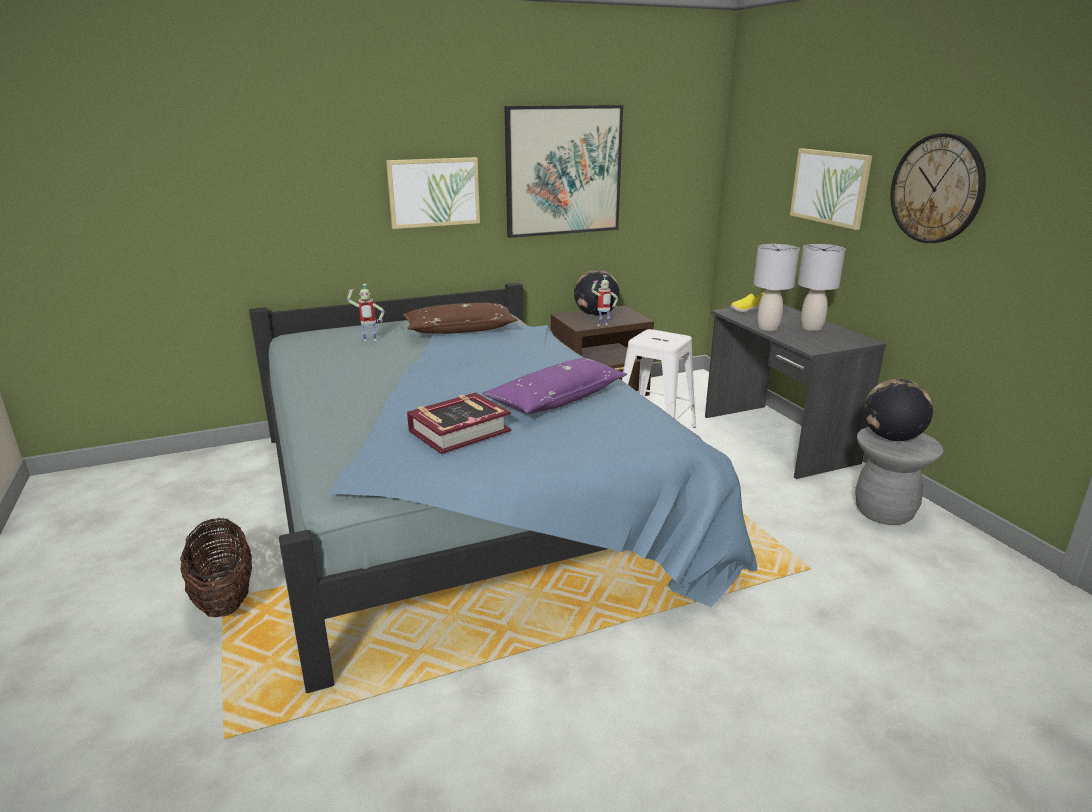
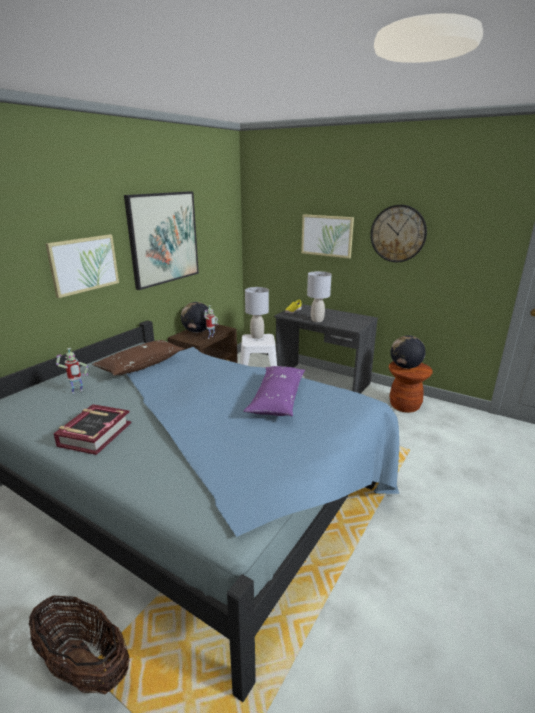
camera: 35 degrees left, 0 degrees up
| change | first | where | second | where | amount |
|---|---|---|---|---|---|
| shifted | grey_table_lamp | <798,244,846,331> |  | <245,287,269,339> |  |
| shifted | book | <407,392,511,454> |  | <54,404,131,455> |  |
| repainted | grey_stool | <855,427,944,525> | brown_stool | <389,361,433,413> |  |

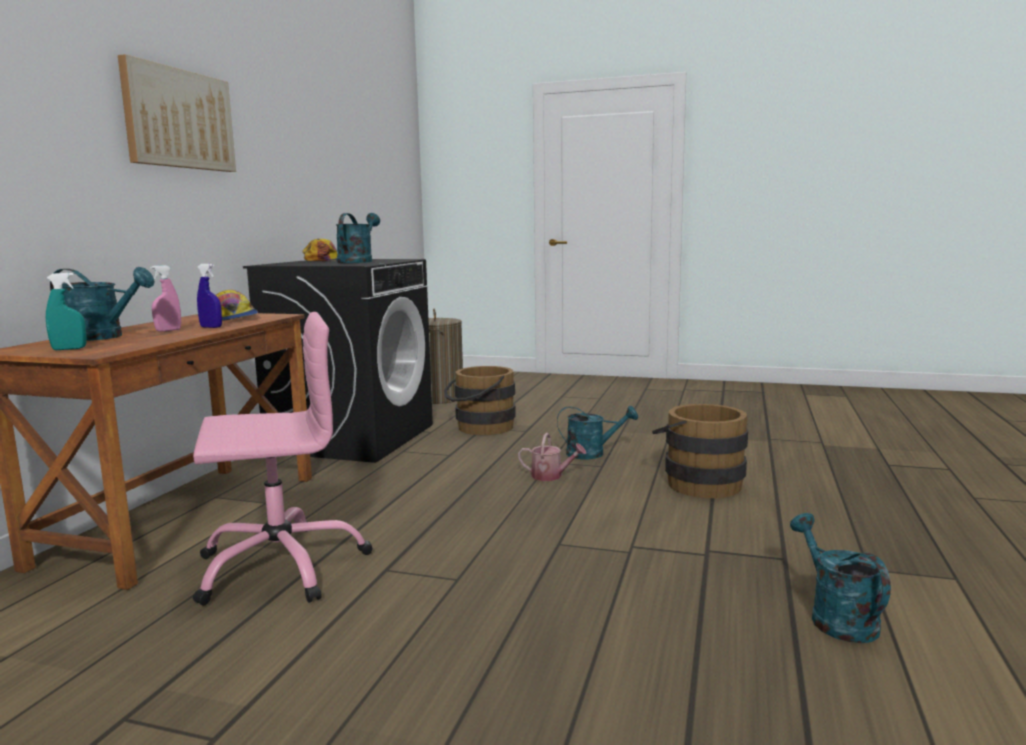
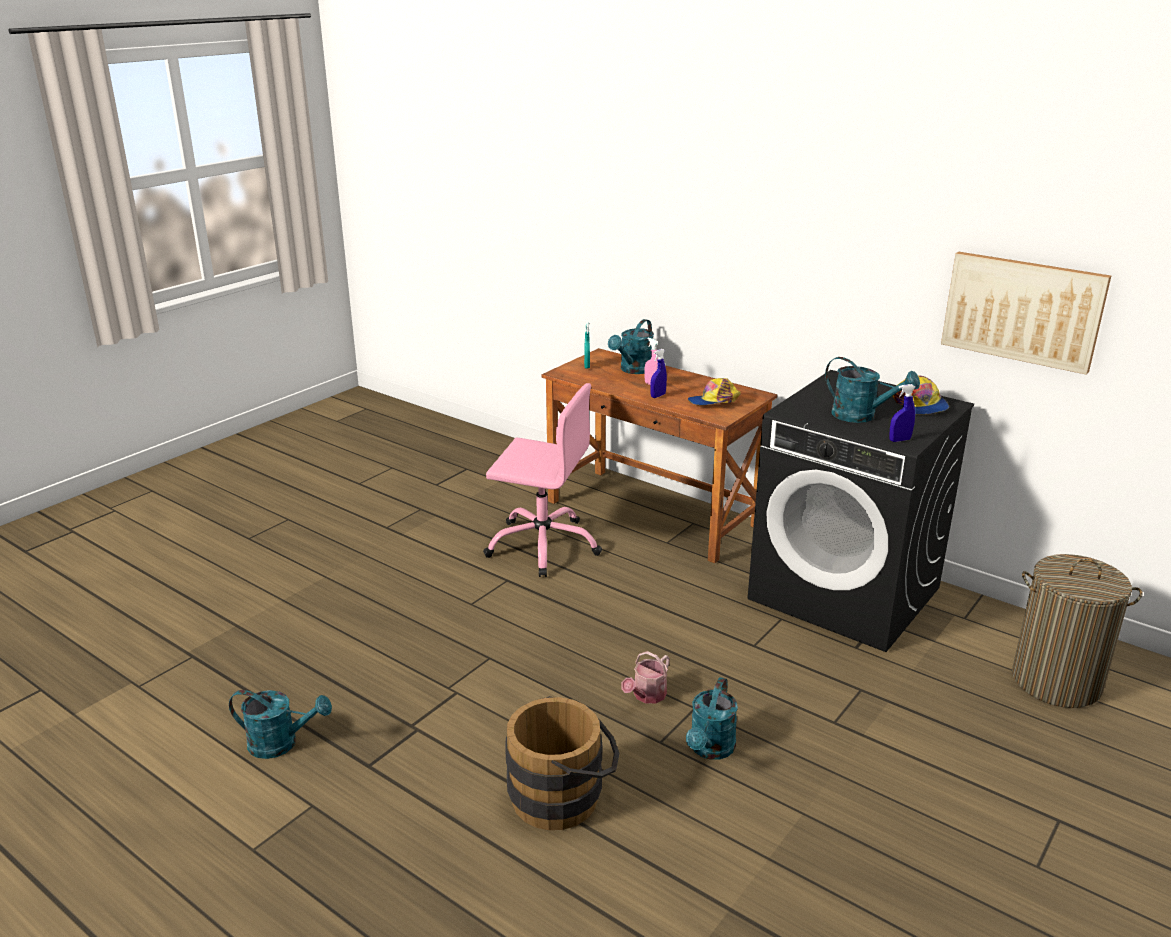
camera: 110 degrees right, 15 degrees up
| change | first | where | second | where | amount |
|---|---|---|---|---|---|
| shifted | picture | <118,54,236,172> |  | <941,252,1111,375> |  |
| rotated | pink_office_chair | <193,312,373,606> |  | <483,383,602,577> | 75 degrees counterclockwise |
| gone | brown_bucket | <444,366,516,435> |  |  |  |
| new |  |  | blue_spray_bottle | <889,384,916,442> |  |

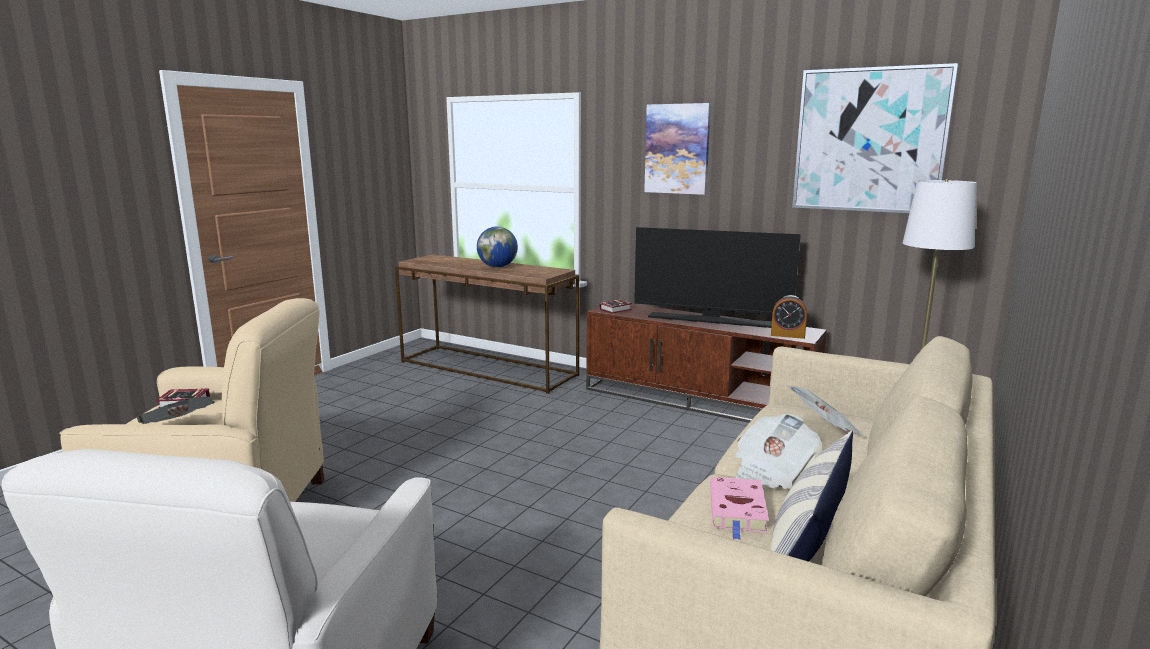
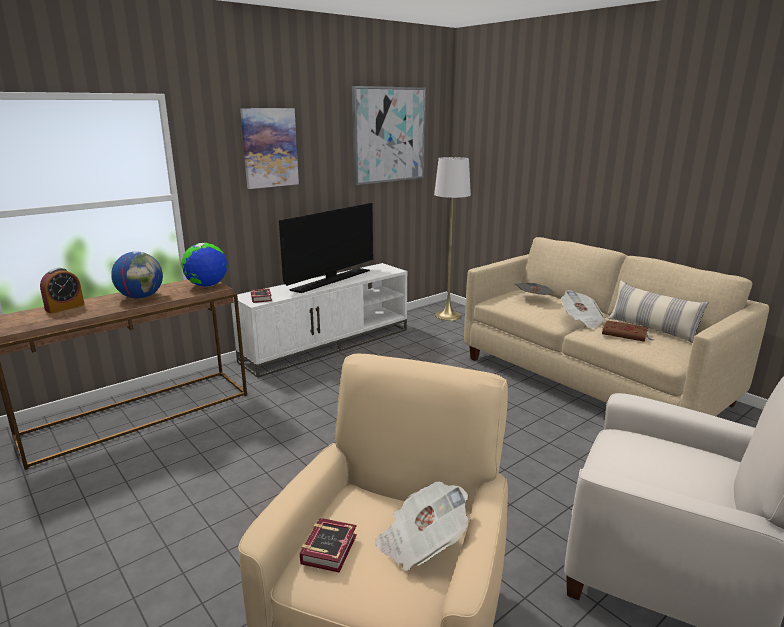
camera: 70 degrees left, 5 degrees up
| change | first | where | second | where | amount |
|---|---|---|---|---|---|
| shifted | alarm_clock | <771,295,807,339> |  | <40,268,85,314> |  |
| repainted | brown_tv_stand | <586,304,827,423> | white_tv_stand | <231,263,407,378> |  |
| repainted | pink_book | <710,477,769,540> | brown_book | <602,320,654,342> |  |
| new |  |  | globe | <181,243,228,287> |  |

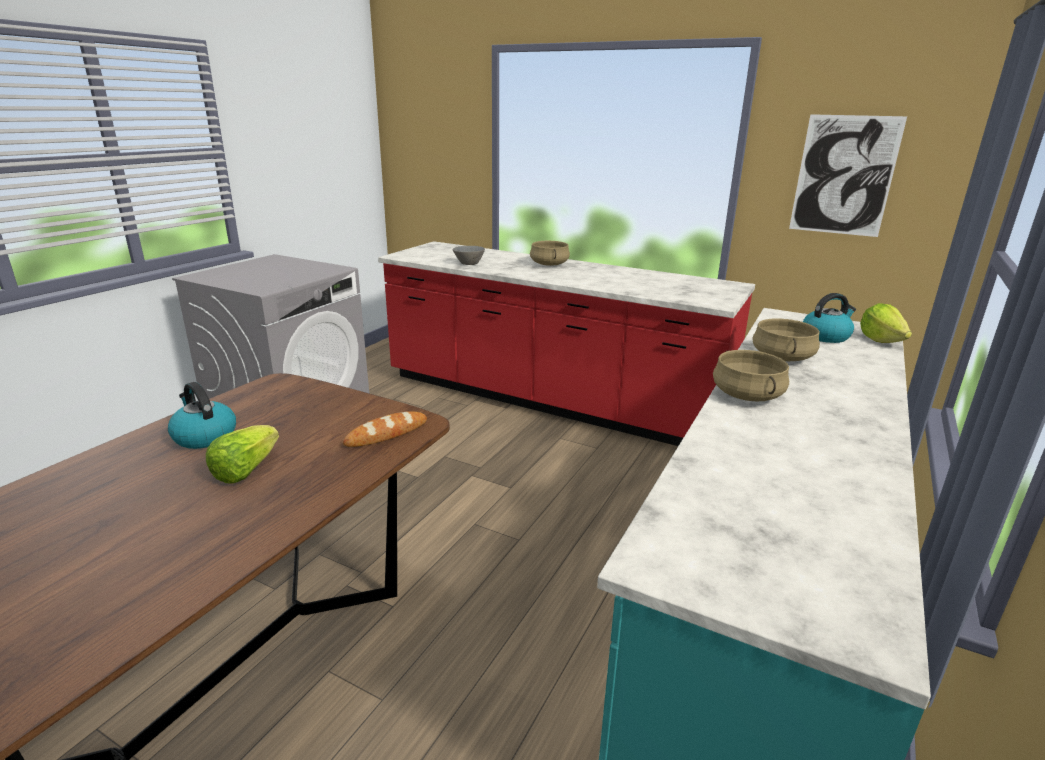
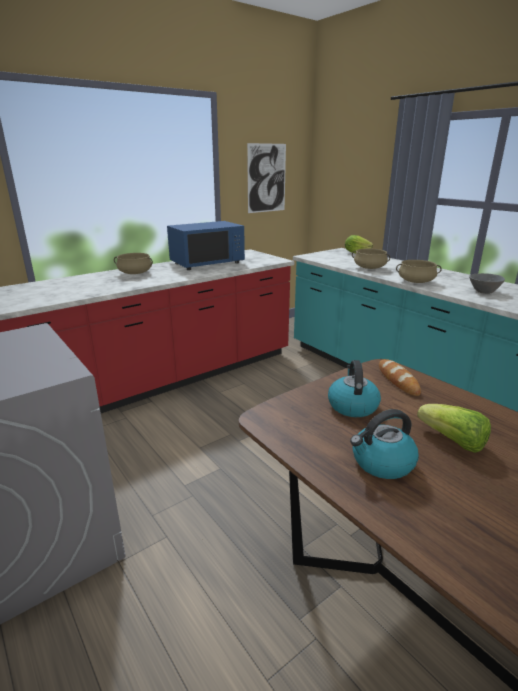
camera: 65 degrees left, 0 degrees up
| change | first | where | second | where | amount |
|---|---|---|---|---|---|
| shifted | grey_bowl | <452,246,485,265> |  | <469,273,505,294> |  |
| shifted | kettle | <803,293,856,343> |  | <328,360,381,417> |  |
| new |  |  | blue_microwave | <167,221,245,270> |  |

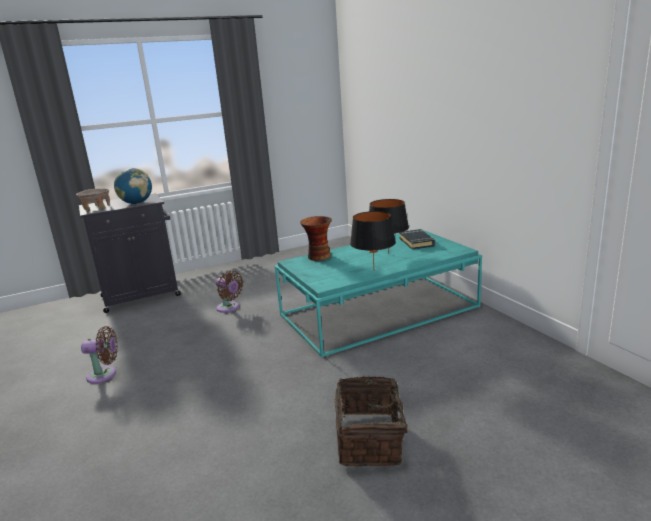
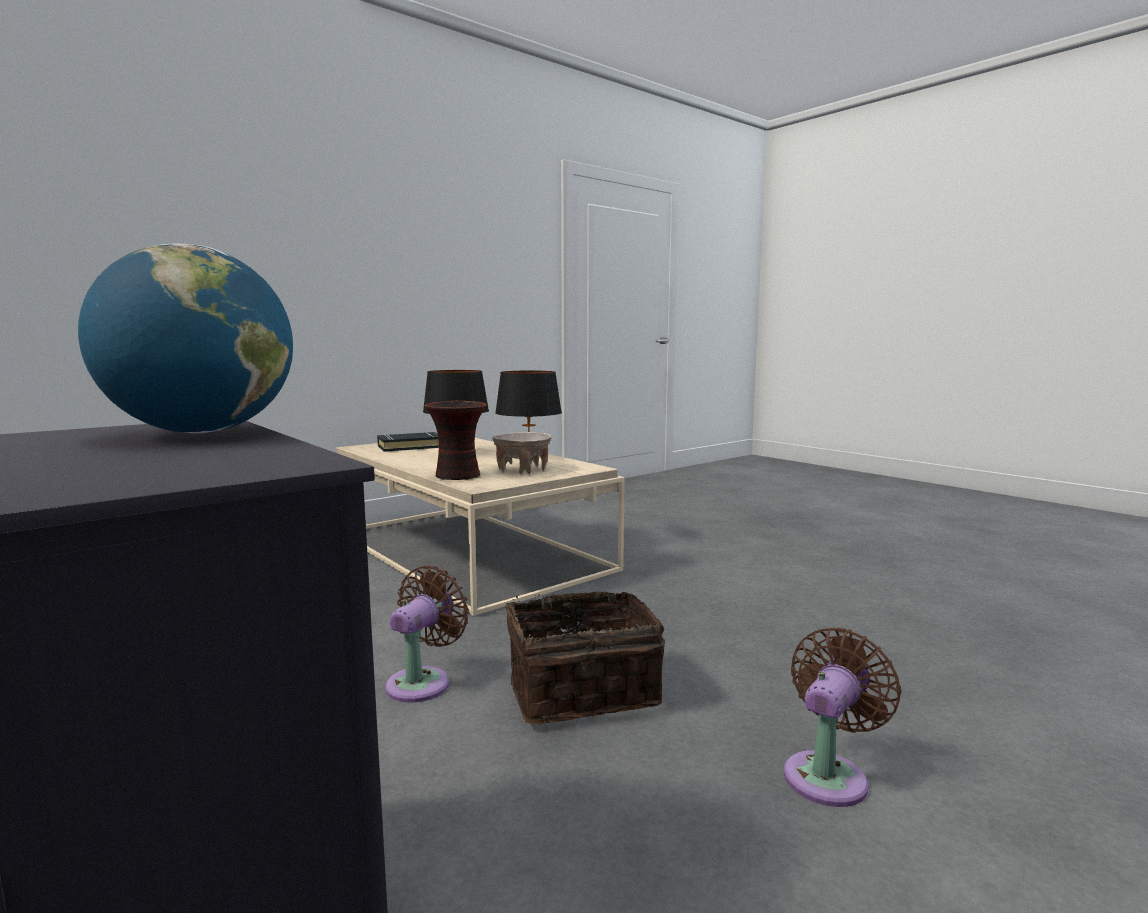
camera: 105 degrees left, 10 degrees down
| change | first | where | second | where | amount |
|---|---|---|---|---|---|
| shifted | beige_bowl | <76,188,110,211> |  | <492,432,552,474> |  |
| repainted | turquoise_coffee_table | <275,229,482,357> | beige_coffee_table | <336,438,625,617> |  |
| rotated | brown_fan | <81,326,118,384> |  | <784,627,901,807> | 60 degrees clockwise |
| shifted | basket | <335,375,413,466> |  | <505,591,665,724> |  |

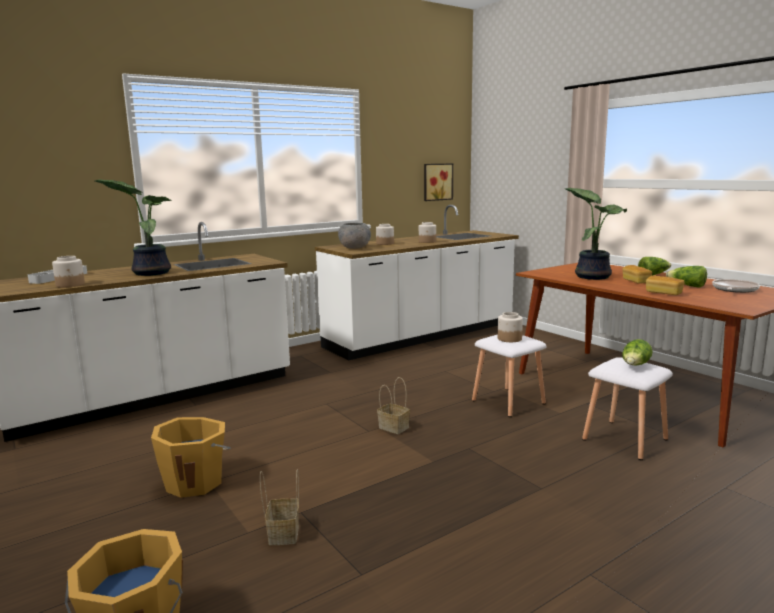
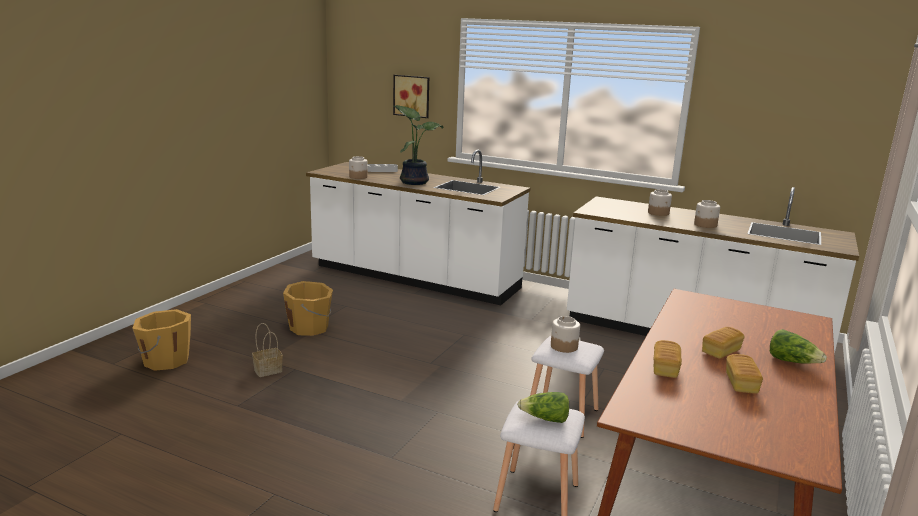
camera: 60 degrees right, 5 degrees up
| change | first | where | second | where | amount |
|---|---|---|---|---|---|
| shifted | picture | <424,163,453,201> |  | <393,75,429,118> |  |
| gone | potted_plant | <565,188,627,280> |  |  |  |
| gone | grey_bowl | <338,223,371,249> |  |  |  |
| swapped | lettuce | <666,266,707,288> | bread | <726,354,763,394> |  |
| gone | frying_pan | <712,279,760,293> |  |  |  |
| gone | basket | <377,377,410,434> |  |  |  |

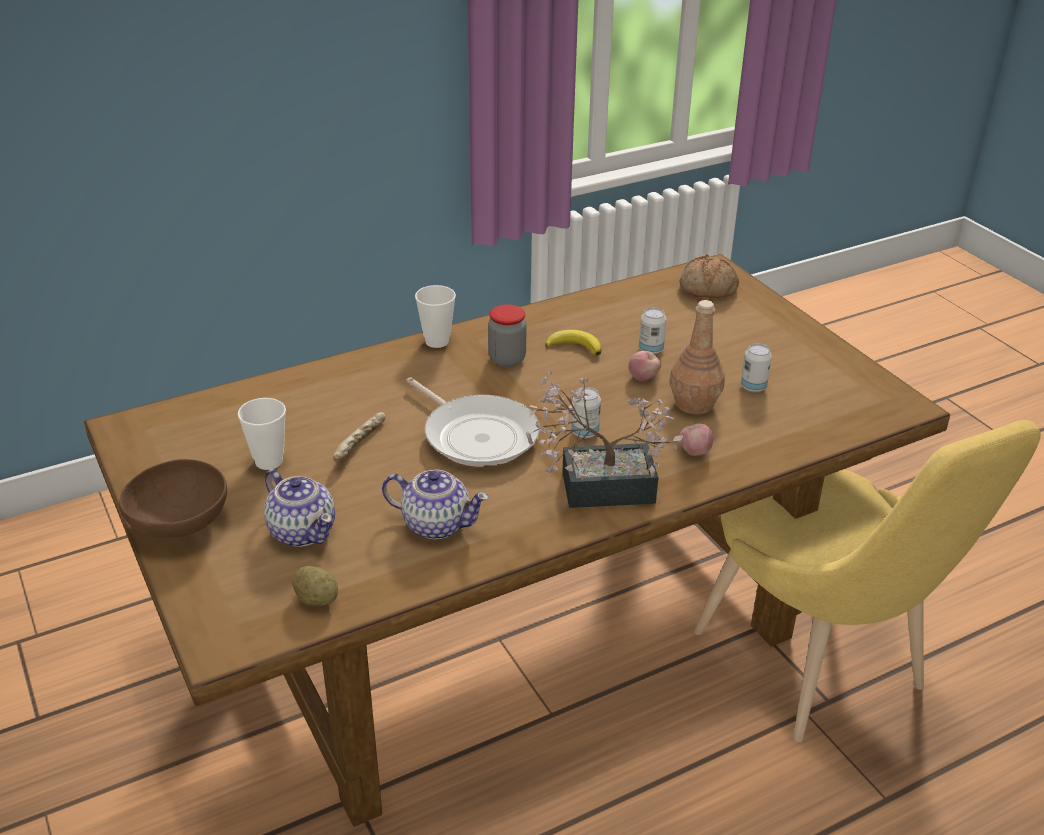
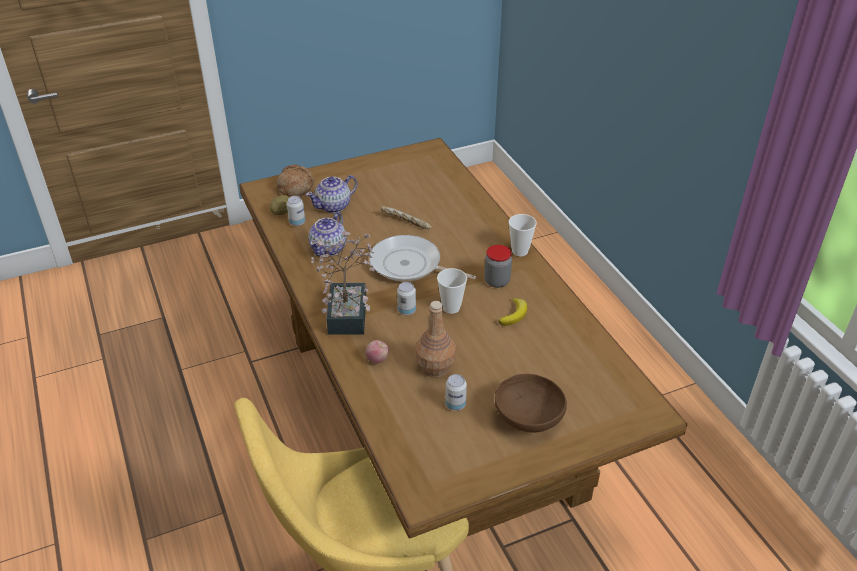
camera: 95 degrees right, 5 degrees up
| change | first | where | second | where | amount |
|---|---|---|---|---|---|
| shifted | bread | <680,254,739,298> |  | <277,165,314,197> |  |
| shifted | can | <639,308,667,354> |  | <287,196,305,226> |  |
| gone | apple | <629,351,661,381> |  |  |  |
| rotated | frying_pan | <406,377,540,467> |  | <369,235,476,282> | 60 degrees clockwise |
| shifted | cup | <238,398,286,470> |  | <437,268,467,314> |  |
| shifted | brown_bowl | <119,459,227,538> |  | <495,374,567,432> |  |

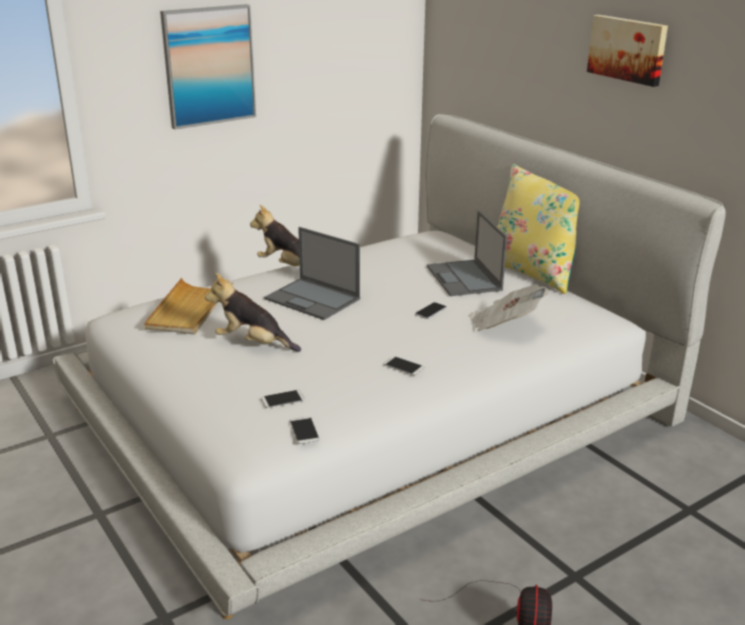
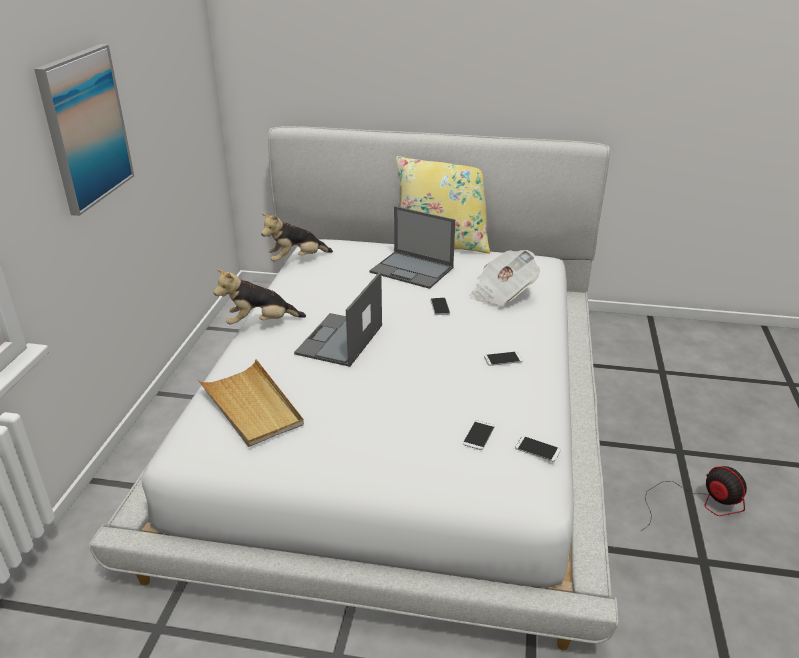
camera: 45 degrees left, 5 degrees up
| change | first | where | second | where | amount |
|---|---|---|---|---|---|
| gone | picture | <587,15,668,87> |  |  |  |
| rotated | laptop | <264,227,360,320> |  | <294,272,382,367> | 120 degrees clockwise |
| shifted | plush_toy | <205,273,301,352> |  | <261,213,333,262> |  |

